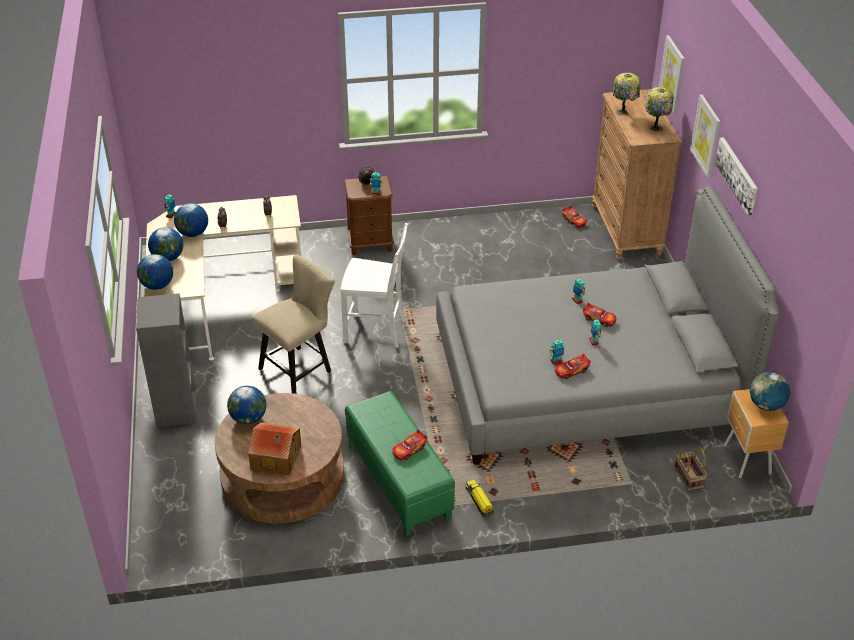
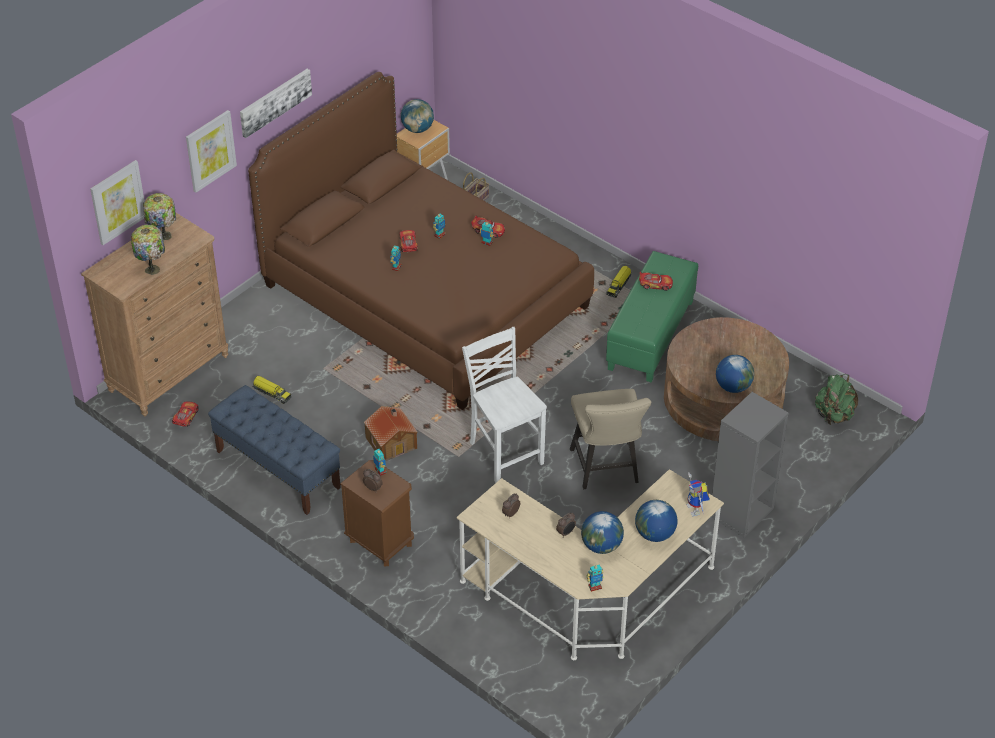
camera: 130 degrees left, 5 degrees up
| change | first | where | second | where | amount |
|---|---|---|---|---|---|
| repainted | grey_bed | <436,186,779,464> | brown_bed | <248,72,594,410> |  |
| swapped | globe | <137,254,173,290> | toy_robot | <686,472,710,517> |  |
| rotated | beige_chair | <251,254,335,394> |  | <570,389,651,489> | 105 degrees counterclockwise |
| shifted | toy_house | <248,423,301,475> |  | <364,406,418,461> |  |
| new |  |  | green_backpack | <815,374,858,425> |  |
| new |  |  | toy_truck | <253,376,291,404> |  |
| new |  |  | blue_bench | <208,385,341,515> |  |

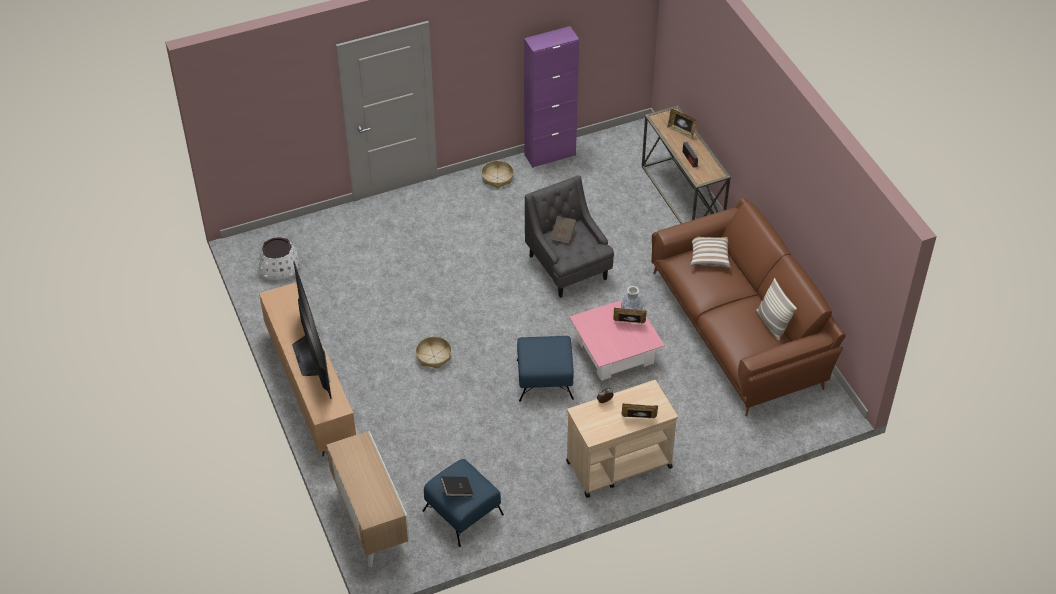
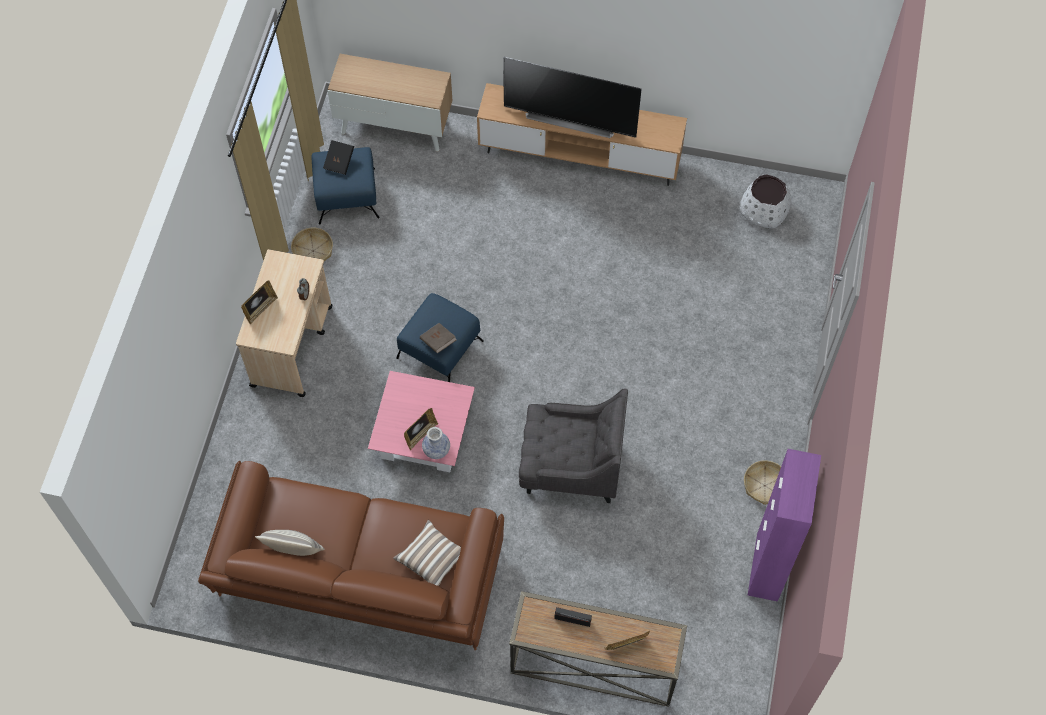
camera: 125 degrees right, 15 degrees up
| change | first | where | second | where | amount |
|---|---|---|---|---|---|
| shifted | brown_book | <551,216,576,244> |  | <420,323,457,354> |  |
| shifted | basket | <415,336,452,369> |  | <291,228,333,261> |  |

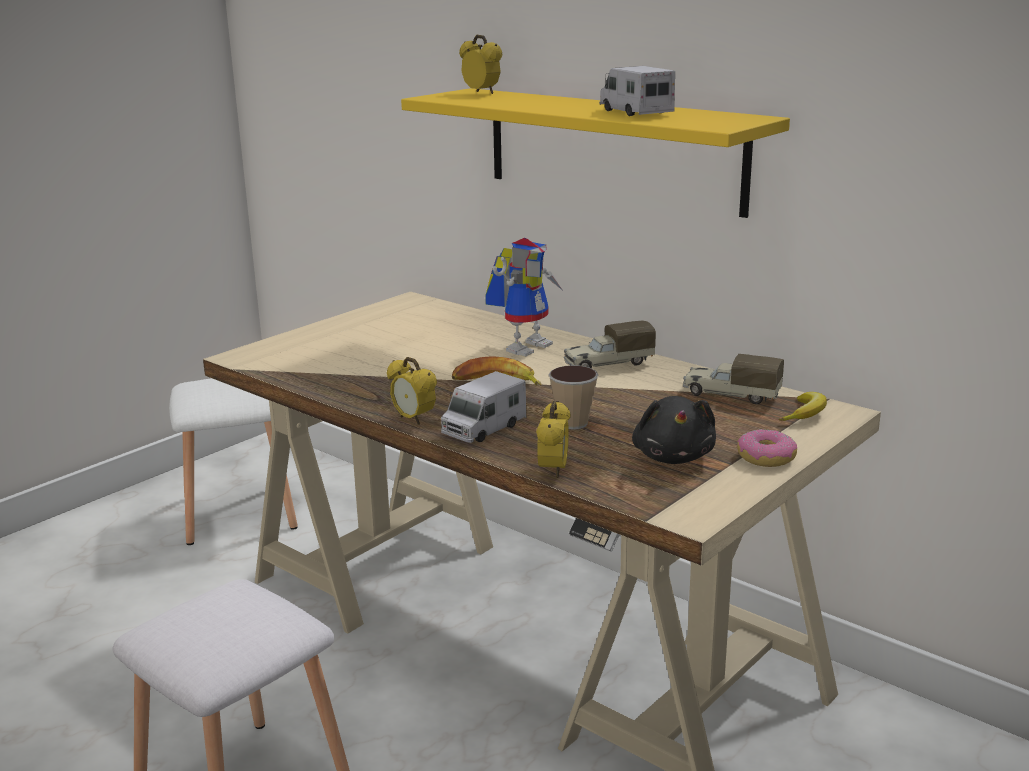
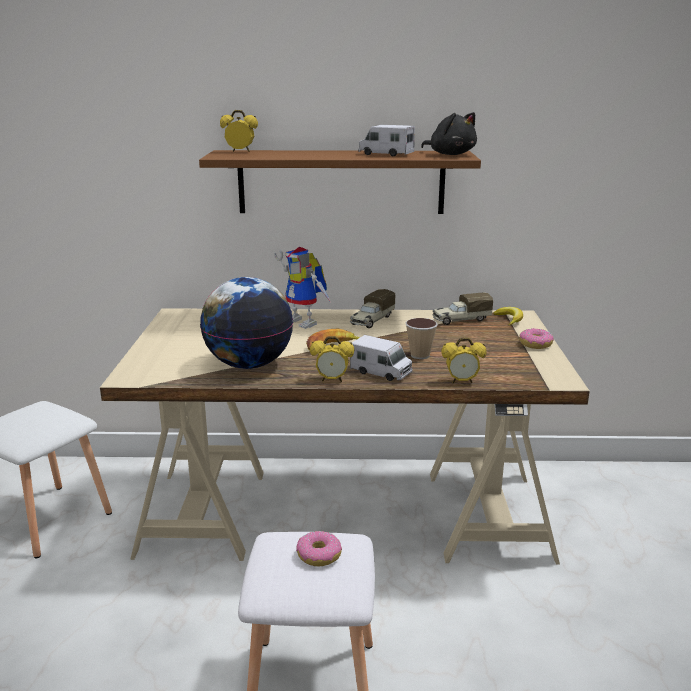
camera: 40 degrees left, 0 degrees up
| change | first | where | second | where | amount |
|---|---|---|---|---|---|
| repainted | yellow_shelf | <401,88,790,218> | brown_shelf | <199,150,481,214> |  |
| rotated | toy_robot | <485,238,562,357> |  | <274,247,331,329> | 135 degrees clockwise |
| rotated | toy_truck | <441,371,526,443> |  | <350,335,413,381> | 60 degrees counterclockwise |
| shifted | black_plush_toy | <632,396,716,464> |  | <421,112,477,155> |  |
| rotated | alarm_clock | <536,401,571,478> |  | <441,338,487,383> | 120 degrees clockwise |
| new |  |  | globe | <200,277,293,369> |  |
| new |  |  | donut | <296,531,342,566> |  |

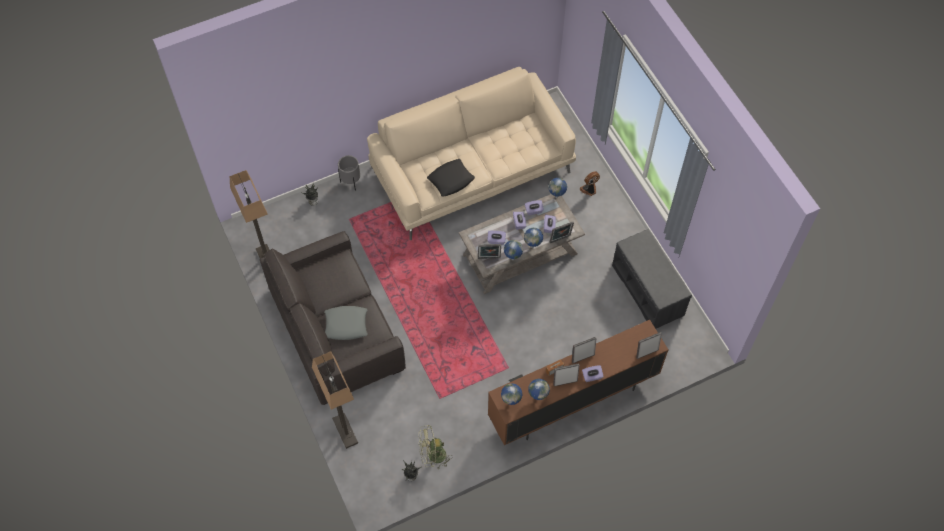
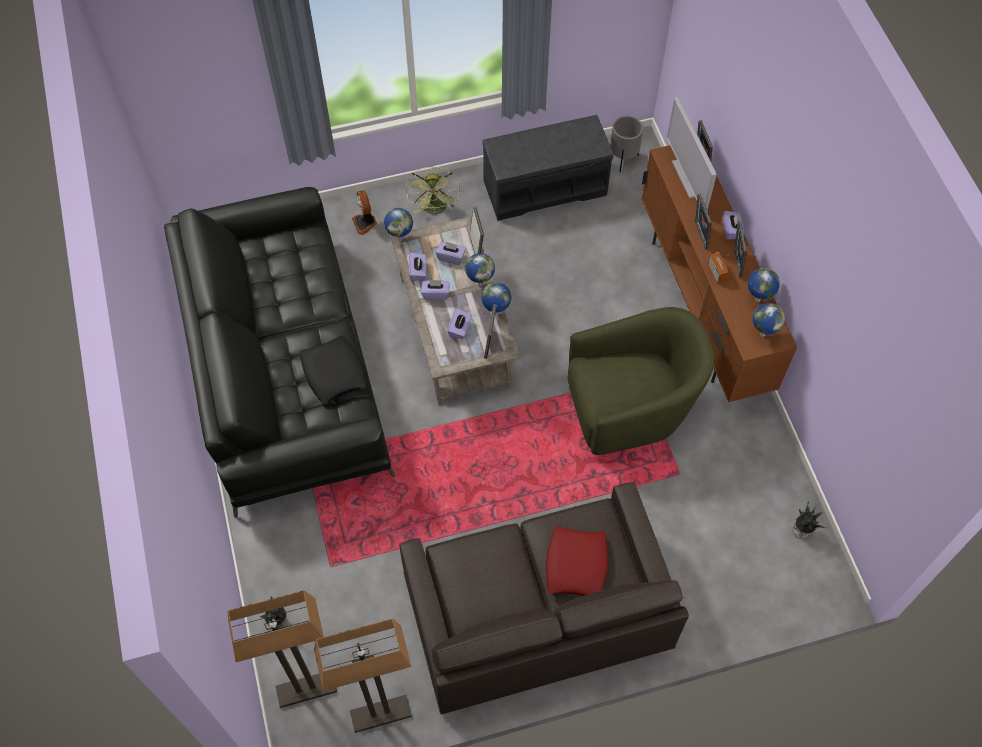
camera: 80 degrees left, 0 degrees up
| change | first | where | second | where | amount |
|---|---|---|---|---|---|
| repainted | beige_sofa | <367,67,576,240> | black_sofa | <164,187,395,518> |  |
| shifted | grey_planter | <338,155,360,191> |  | <610,116,643,172> |  |
| repainted | grey_pillow | <324,306,368,340> | red_pillow | <546,526,608,596> |  |
| shifted | floor_lamp | <312,351,358,449> |  | <227,590,337,708> |  |
| shifted | green_fan | <419,425,452,469> |  | <406,167,461,214> |  |
| new |  |  | television | <667,97,717,210> |  |
| new |  |  | green_armchair | <568,307,714,455> |  |

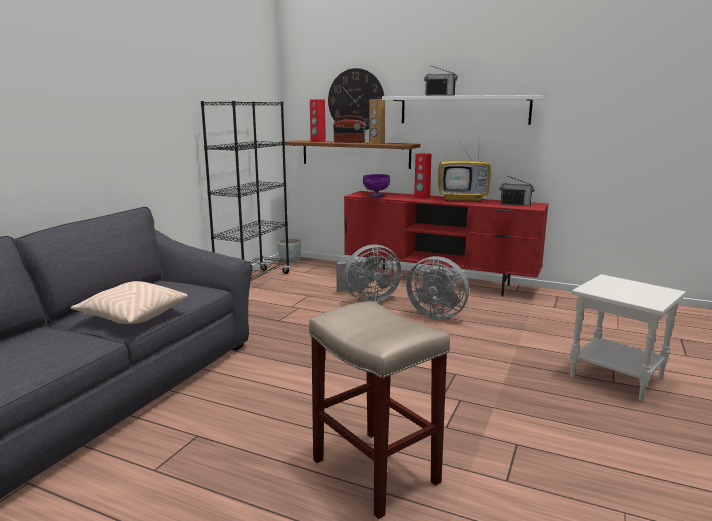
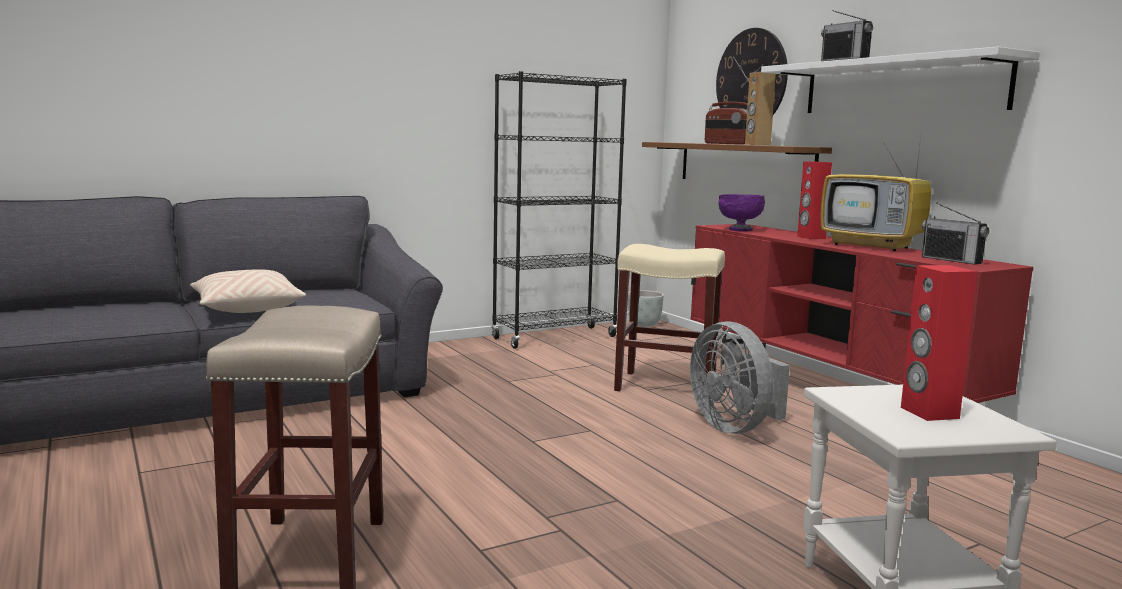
camera: 35 degrees right, 5 degrees down
| change | first | where | second | where | amount |
|---|---|---|---|---|---|
| shifted | red_speaker | <310,99,326,142> |  | <901,265,977,421> |  |
| swapped | grey_fan | <336,245,402,302> | beige_stool | <614,244,725,391> |  |

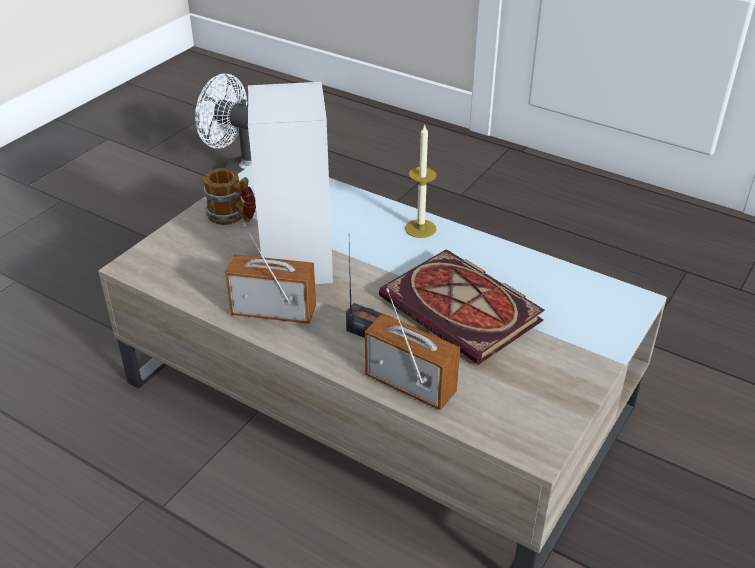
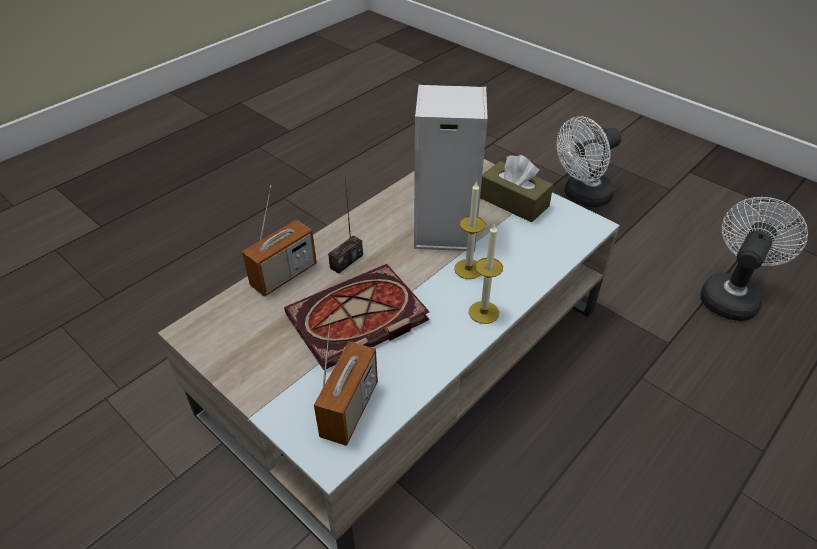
camera: 100 degrees right, 5 degrees up
| change | first | where | second | where | amount |
|---|---|---|---|---|---|
| swapped | mug | <203,168,256,225> | brown_tissue_box | <480,155,553,222> |  |
| shifted | radio | <225,223,316,324> |  | <314,315,378,446> |  |
| new |  |  | white_fan | <557,116,621,207> |  |
| new |  |  | candle | <454,181,486,279> |  |

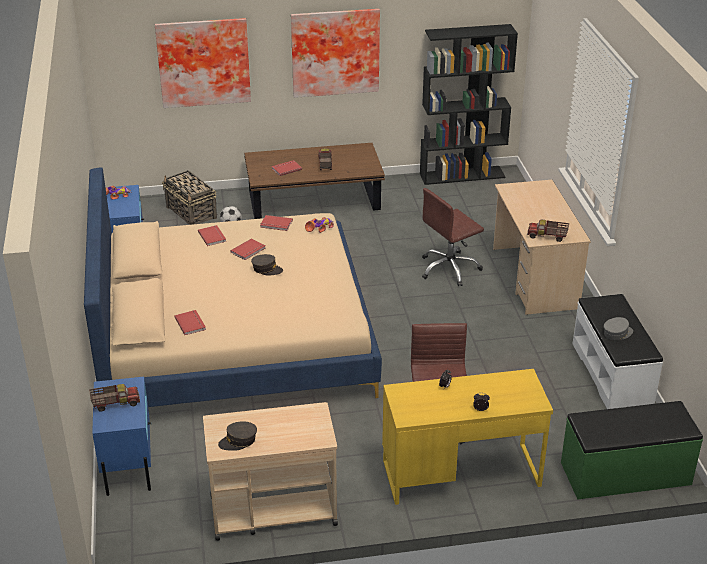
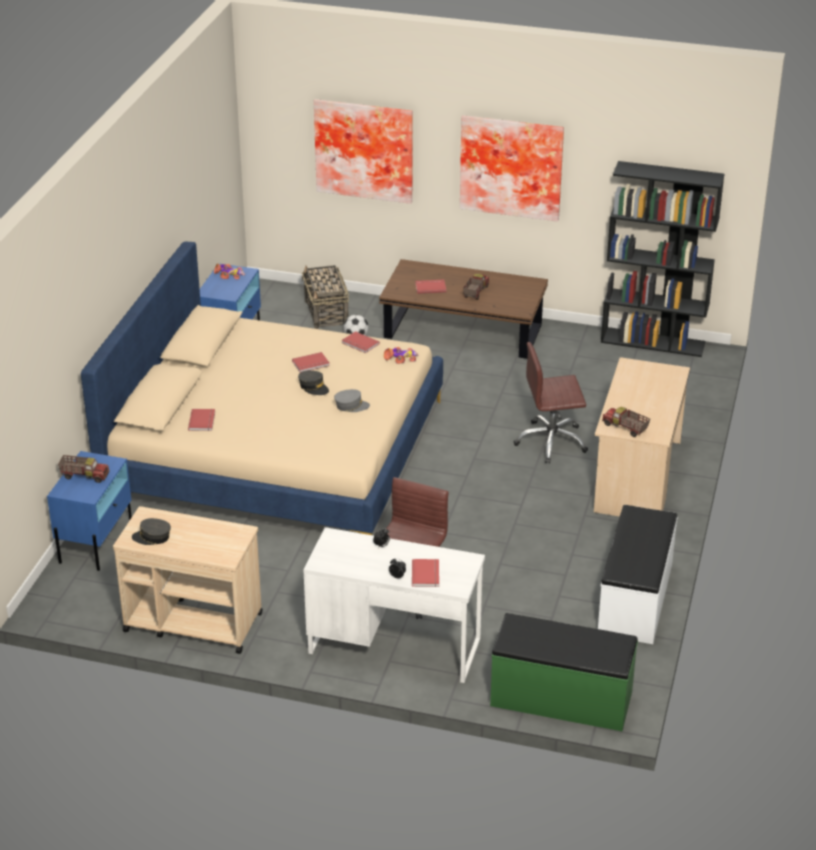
camera: 25 degrees right, 0 degrees up
| change | first | where | second | where | amount |
|---|---|---|---|---|---|
| shifted | red_book | <198,225,226,246> |  | <412,559,439,587> |  |
| shifted | grey_cap | <604,317,633,340> |  | <334,389,370,412> |  |
| repainted | yellow_desk | <382,369,553,505> | white_desk | <303,527,485,683> |  |

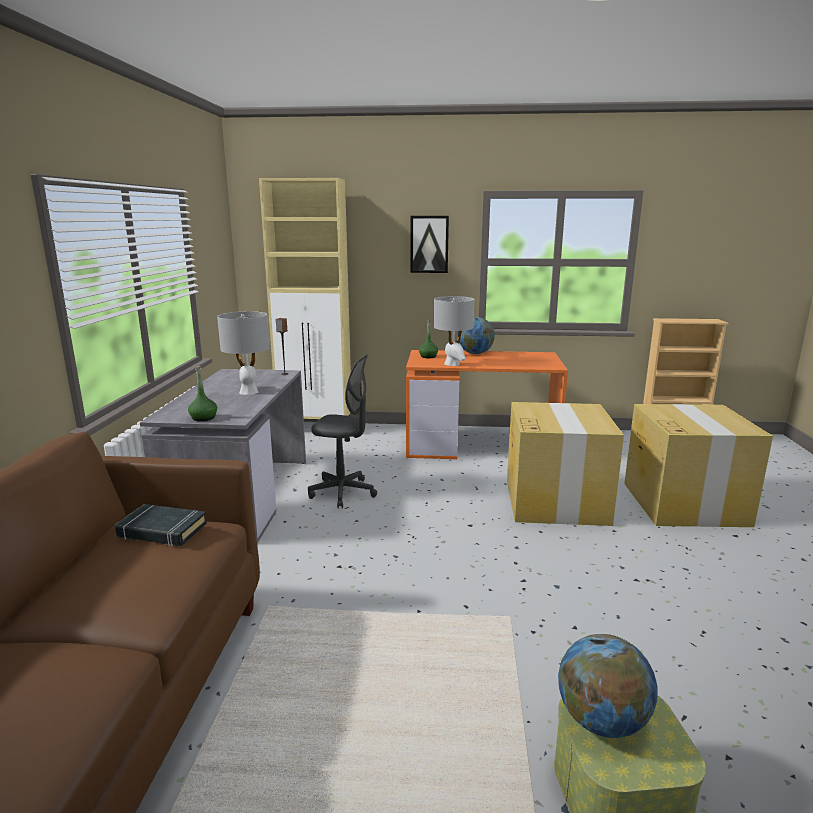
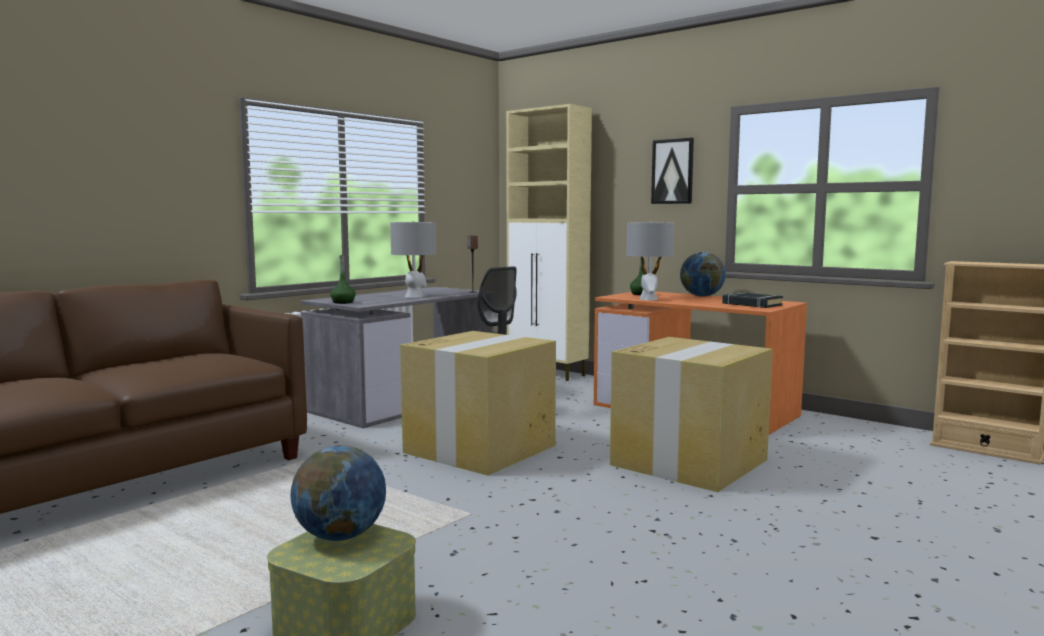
camera: 35 degrees right, 10 degrees down
| change | first | where | second | where | amount |
|---|---|---|---|---|---|
| shifted | cardboard_box | <624,404,773,527> |  | <400,331,556,476> |  |
| shifted | black_book | <115,504,207,546> |  | <722,292,783,308> |  |

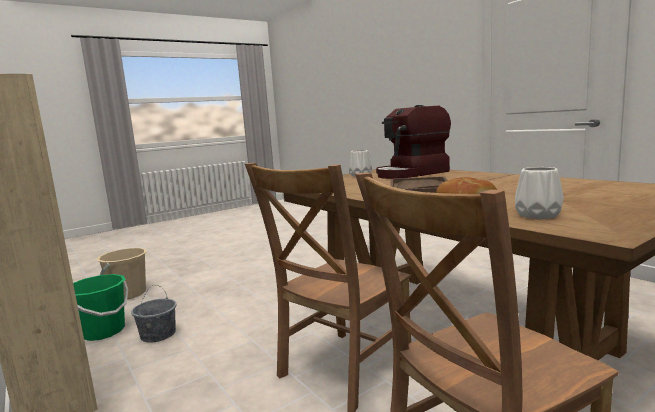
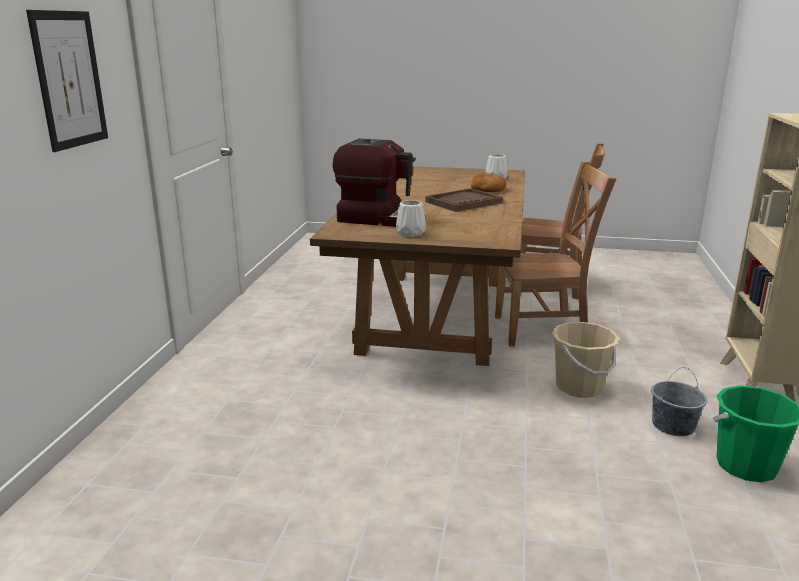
camera: 135 degrees left, 10 degrees up
| change | first | where | second | where | amount |
|---|---|---|---|---|---|
| shifted | beige_bucket | <97,248,147,299> |  | <552,322,619,398> |  |
| new |  |  | picture | <26,10,108,152> |  |

